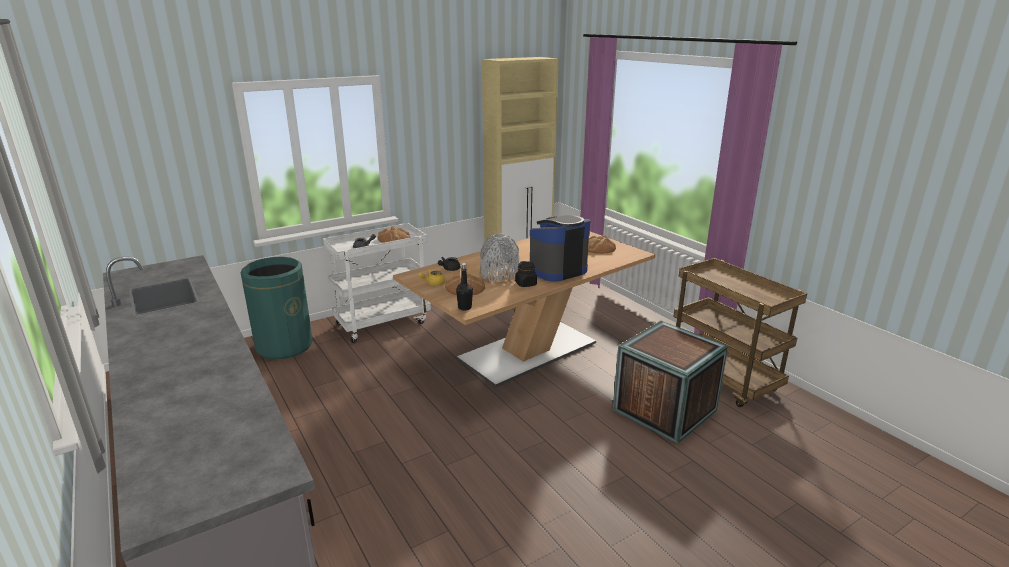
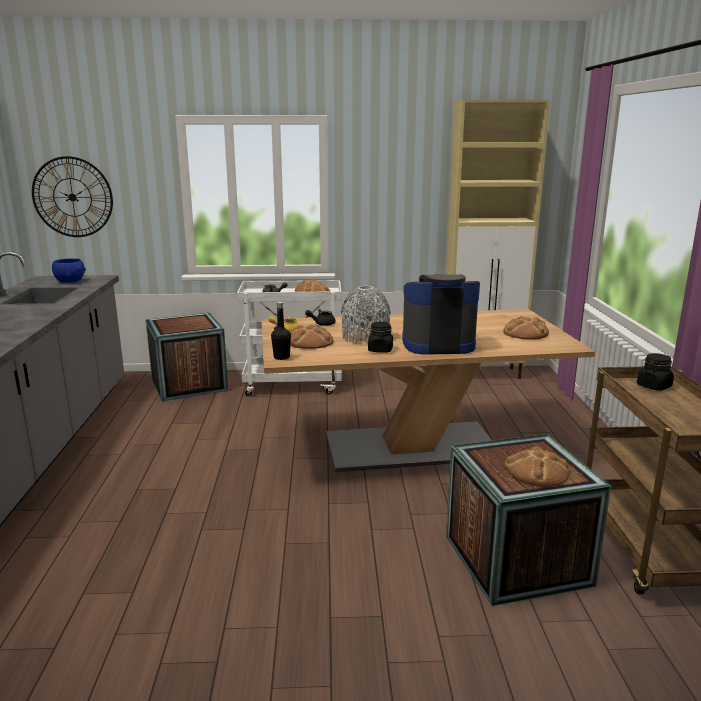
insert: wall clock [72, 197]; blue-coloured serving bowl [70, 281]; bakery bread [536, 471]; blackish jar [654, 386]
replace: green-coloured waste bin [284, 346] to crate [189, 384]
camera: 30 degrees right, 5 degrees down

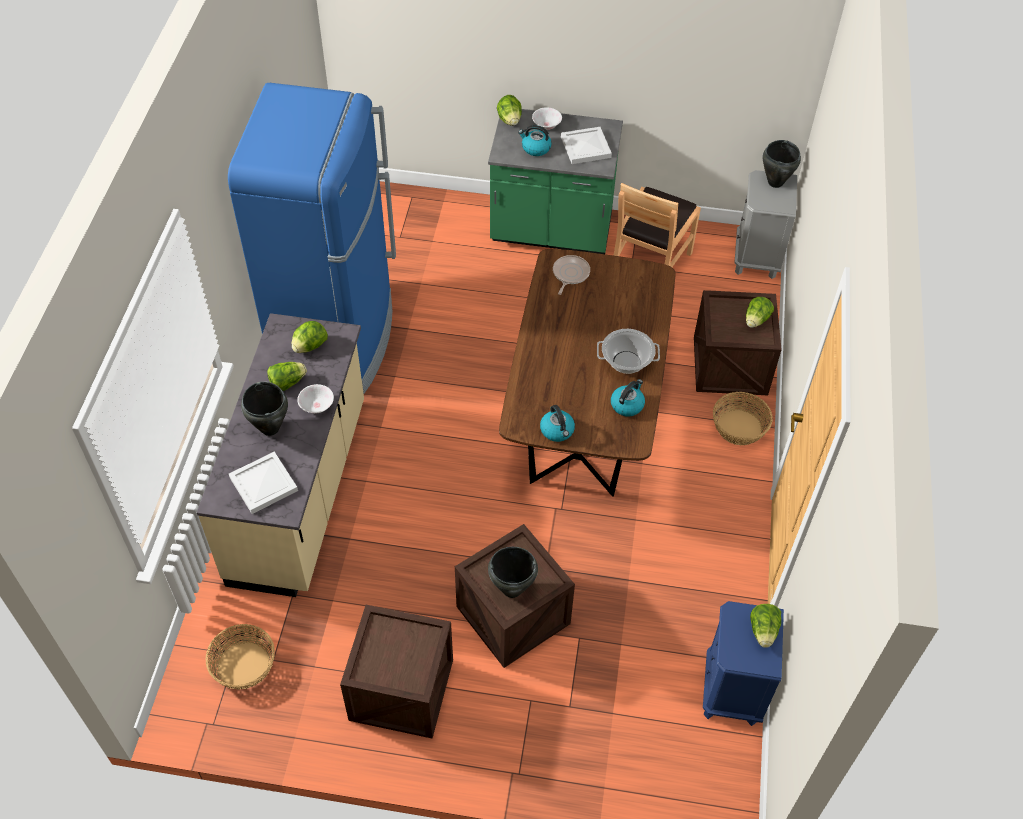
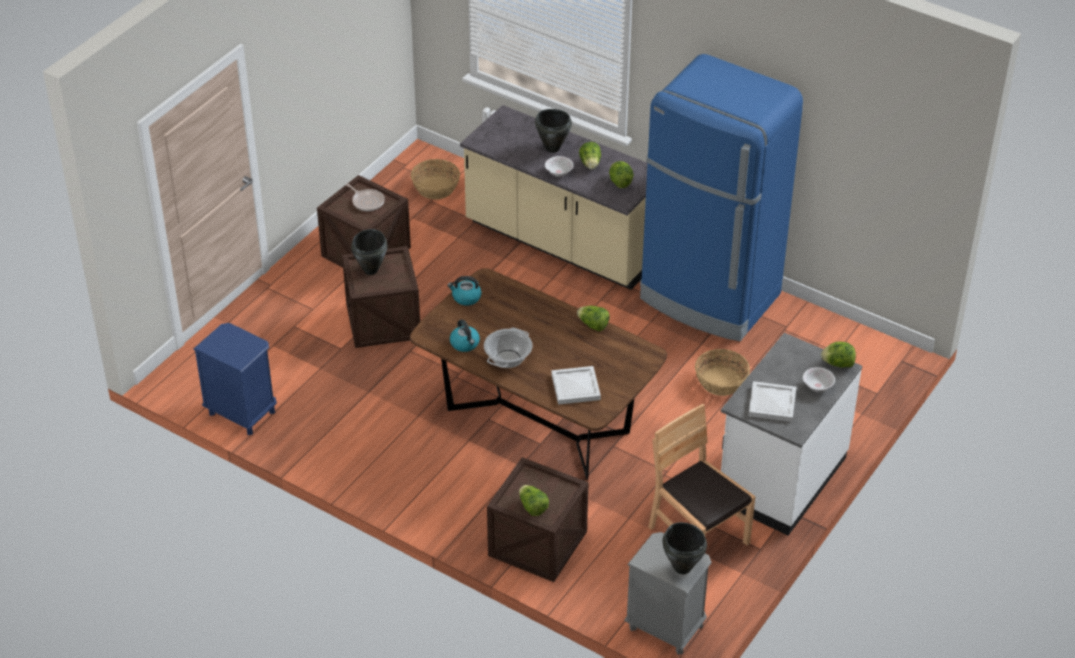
delete: water kettle [535, 148]
move: whitish tray [263, 485] to [575, 386]; frying pan [570, 274] to [367, 201]; basket [739, 427] to [721, 382]; lettuce head [763, 631] to [593, 325]
recolor: green-coloured counter [551, 231] to whitish counter [780, 479]
camera: 115 degrees right, 10 degrees down

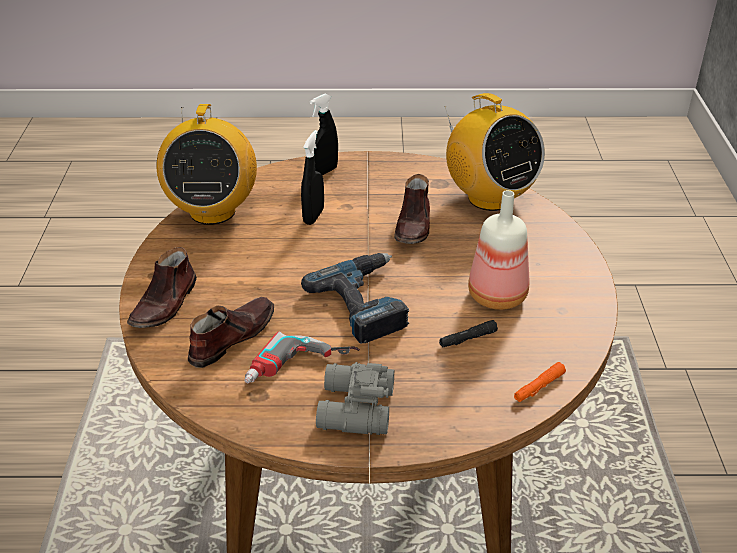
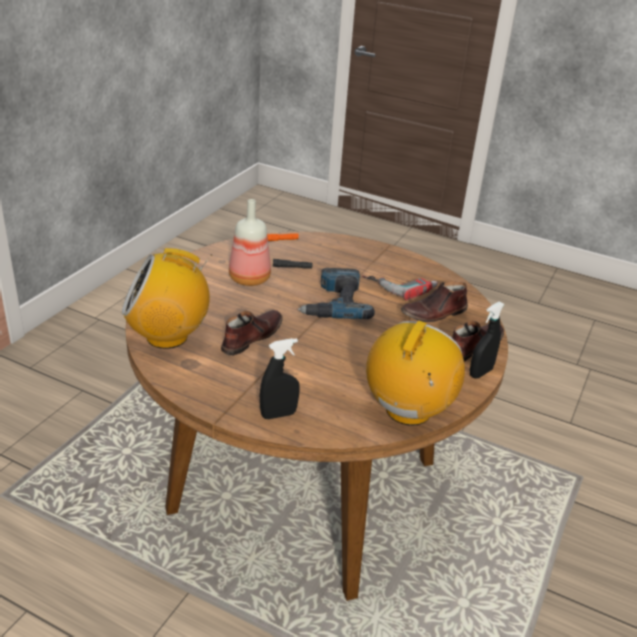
delete: gray pair of binoculars [353, 409]
move: blackish hand sprayer [313, 216] to [480, 373]
rotate: radio set [489, 198] = [168, 336] 90 degrees counterclockwise
camera: 155 degrees left, 5 degrees down

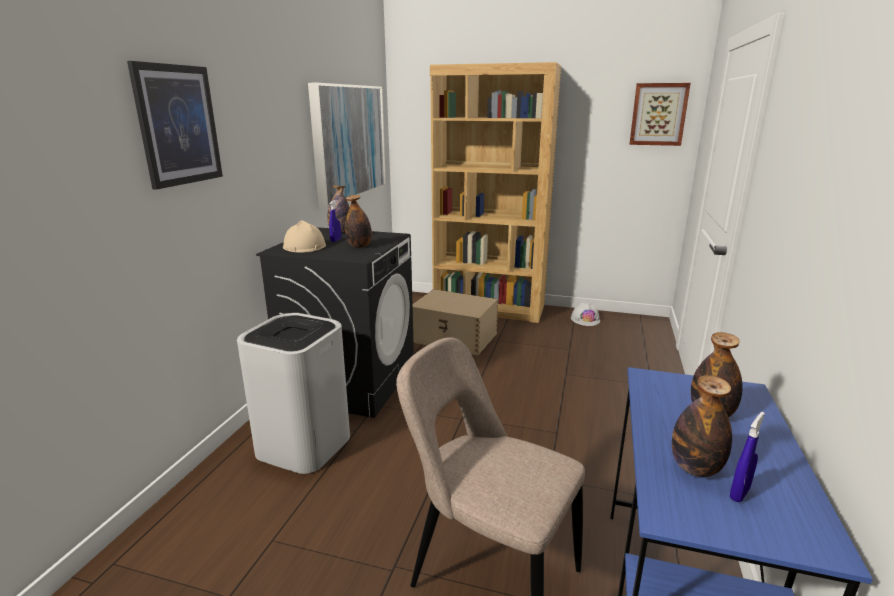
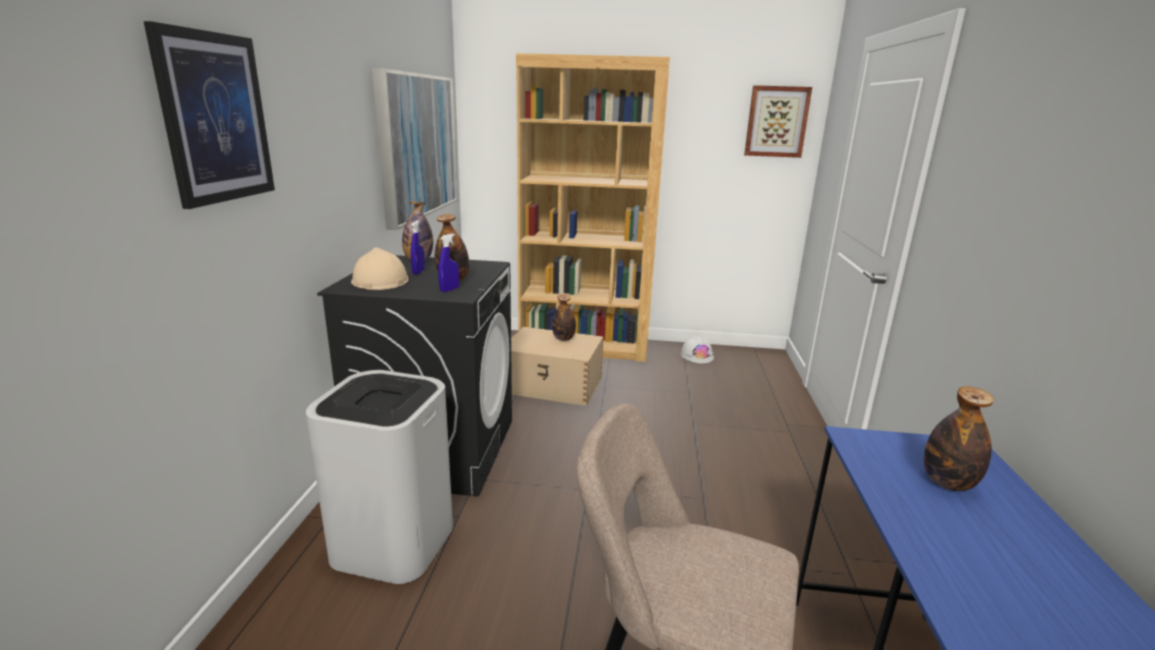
move: beverage bottle [695, 468] to [563, 339]; blue-coloured hand sprayer [739, 493] to [449, 290]
camera: 10 degrees left, 0 degrees up

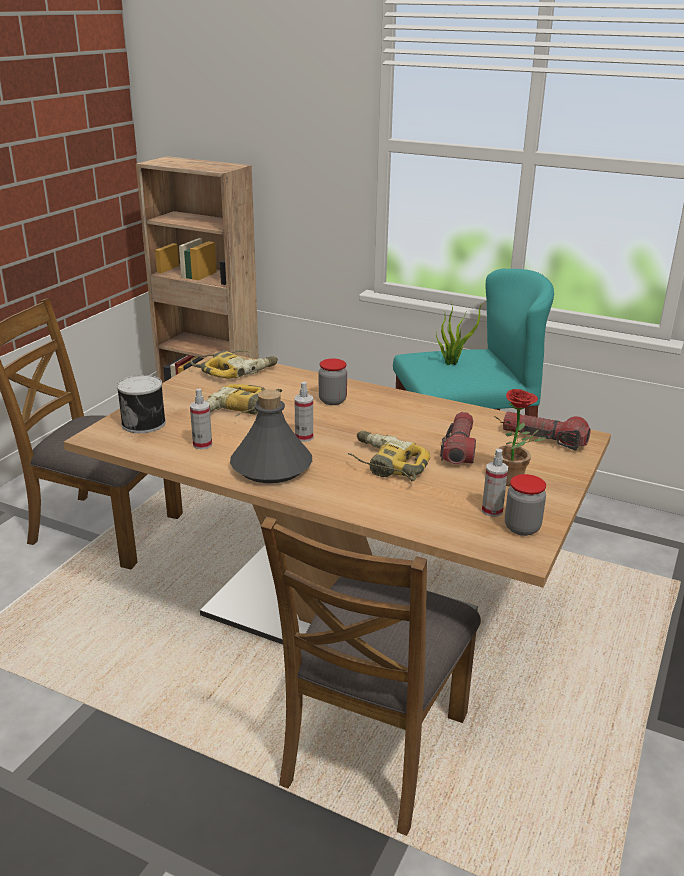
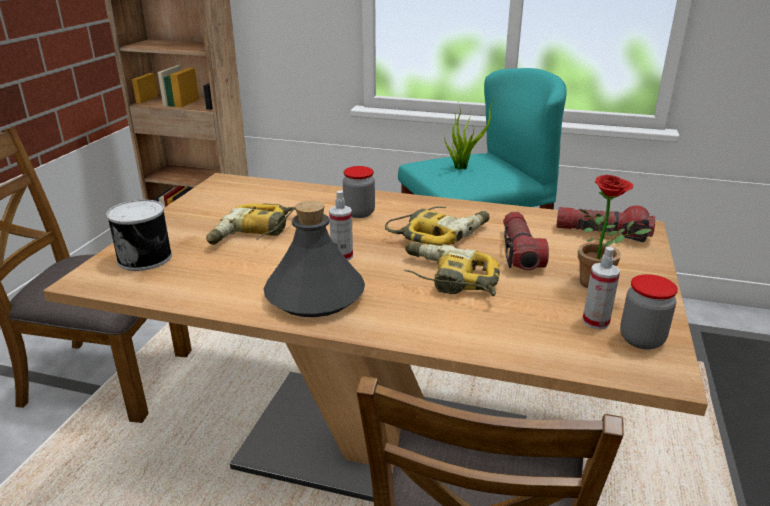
delete: hand sprayer [202, 445]
move: electric drill [235, 370] to [440, 233]
camera: 10 degrees left, 0 degrees up

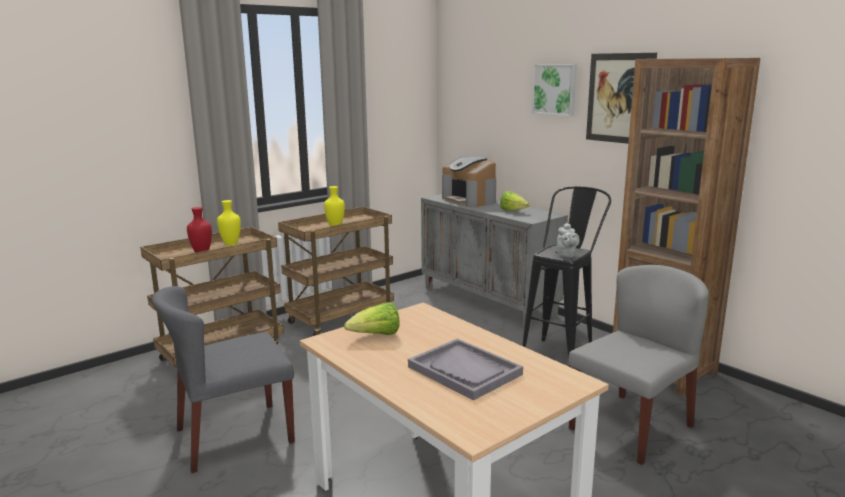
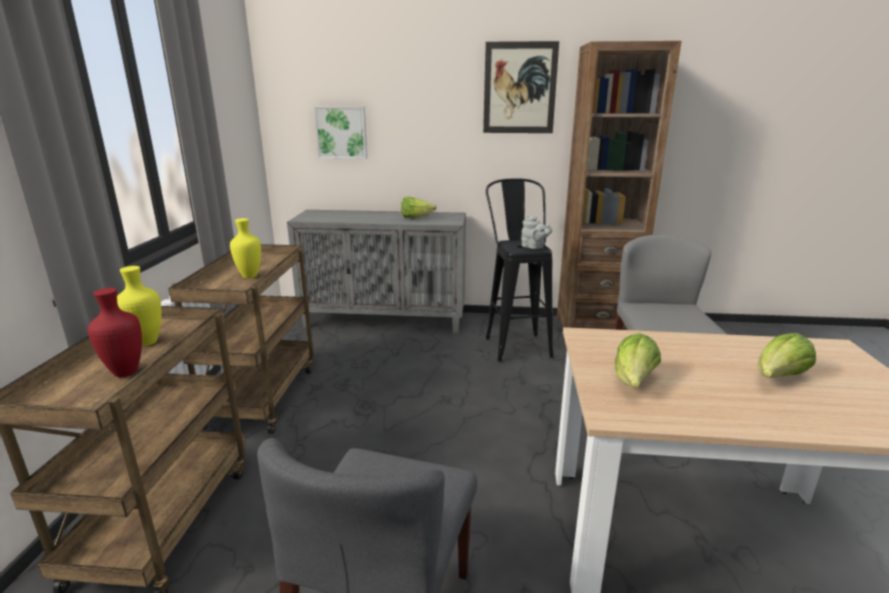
delete: coffee machine [470, 200]
move: picture [555, 89] to [341, 132]
replace: gray tray [465, 371] to lettuce head [778, 378]
camera: 45 degrees left, 5 degrees up

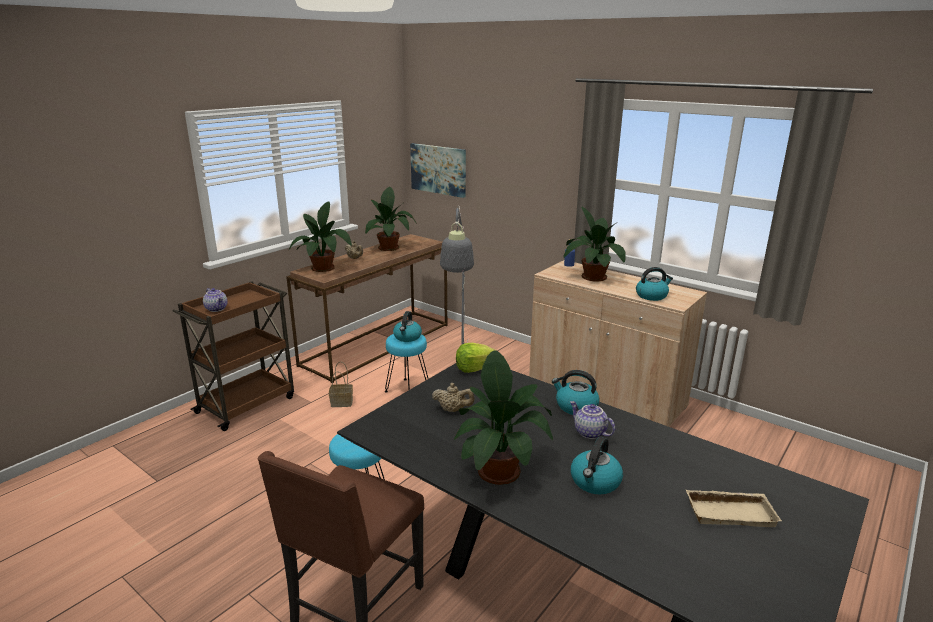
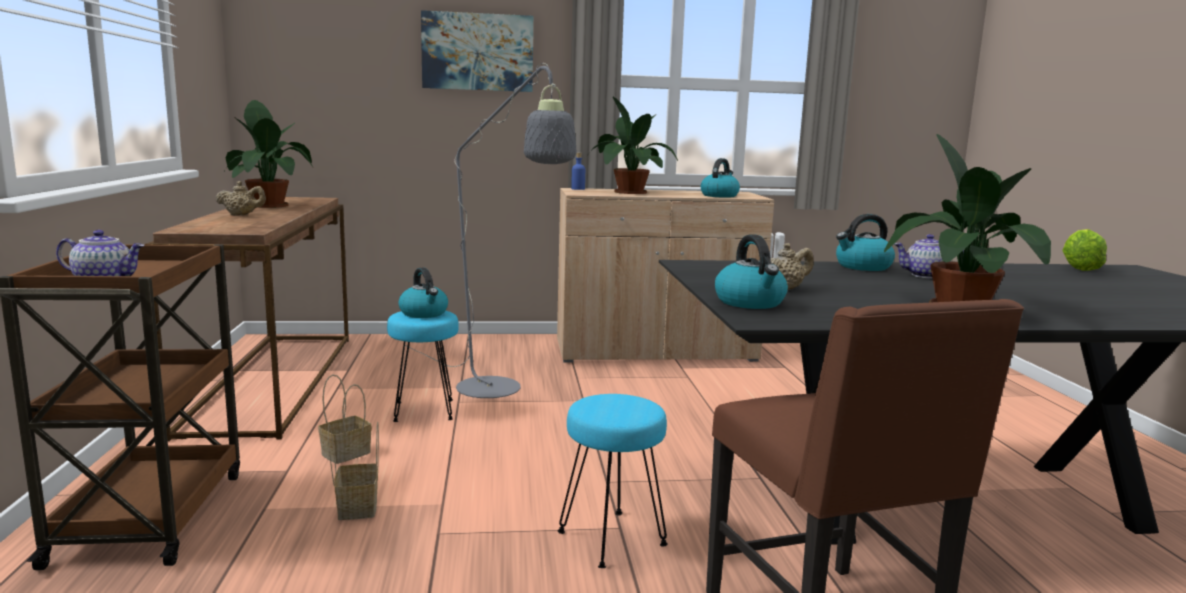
delete: potted plant [325, 267]; beige-coloured tray [730, 512]
insert: basket [356, 506]
move: picture [438, 169] to [477, 52]; lettuce head [474, 369] to [1079, 268]; water kettle [595, 482] to [750, 302]
camera: 45 degrees left, 10 degrees down

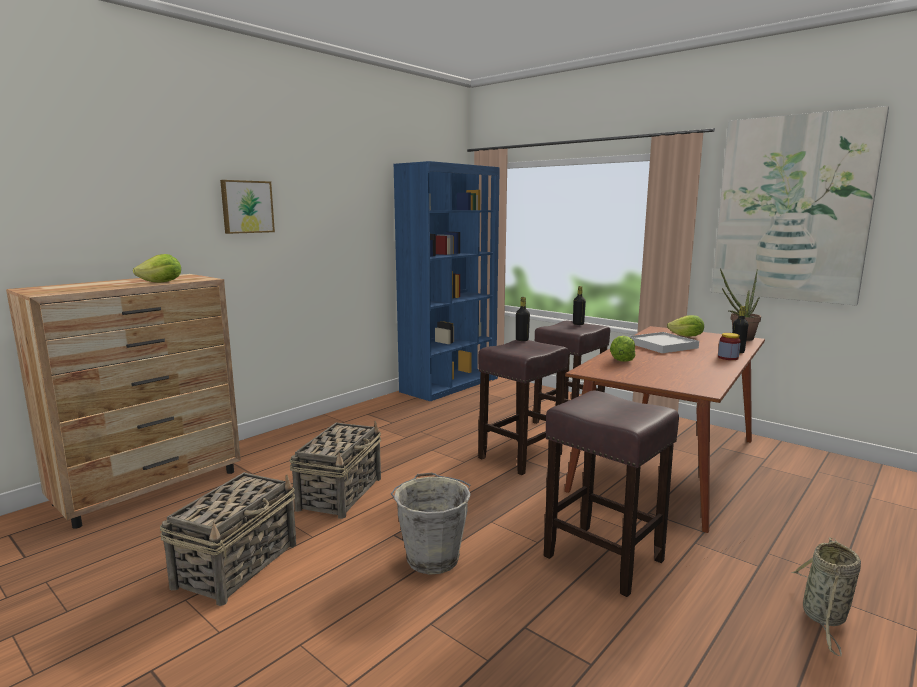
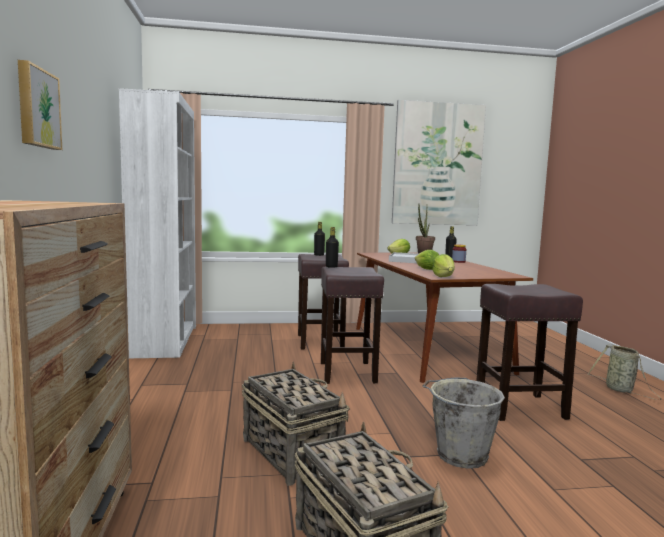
move: lettuce head [162, 282] to [443, 277]
recolor: blue-coloured shelving unit [450, 385] to whitish shelving unit [165, 340]
camera: 50 degrees left, 5 degrees down

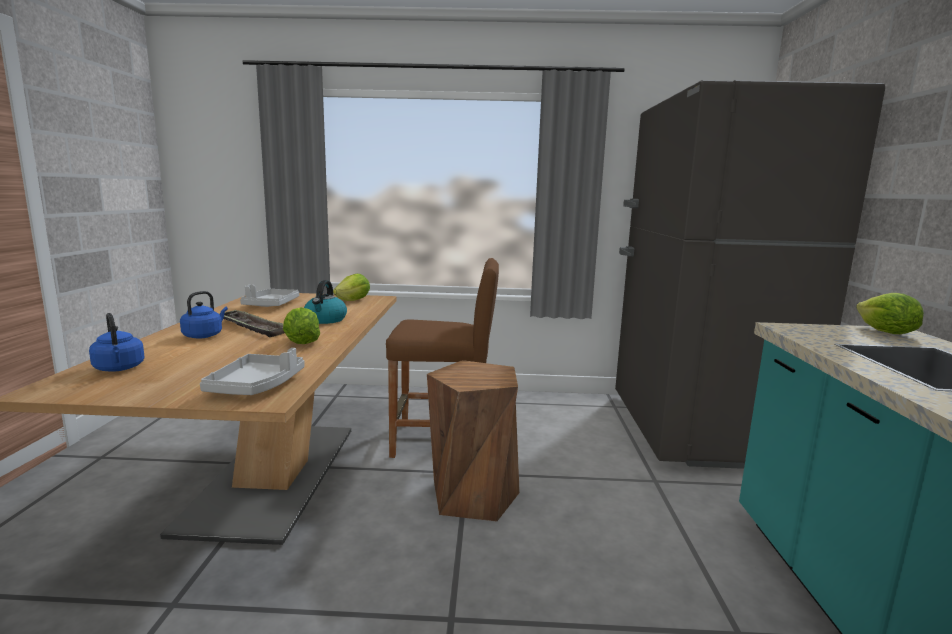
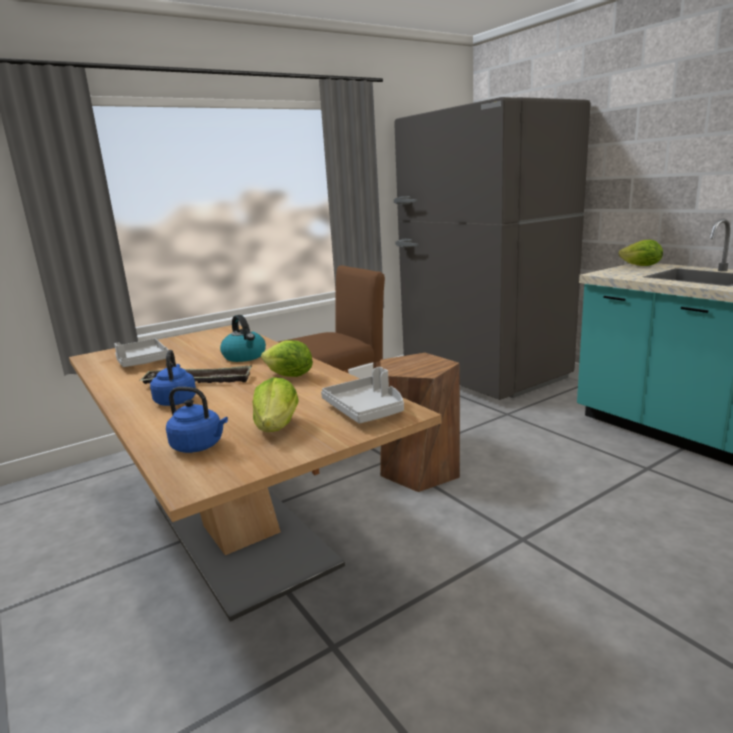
move: lettuce head [353, 301] to [277, 427]
camera: 35 degrees left, 5 degrees up

